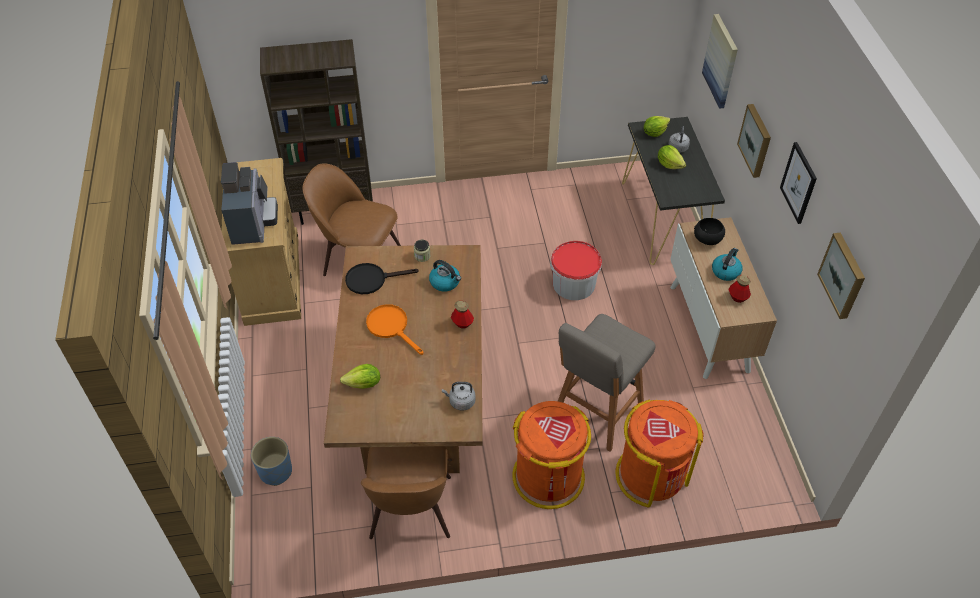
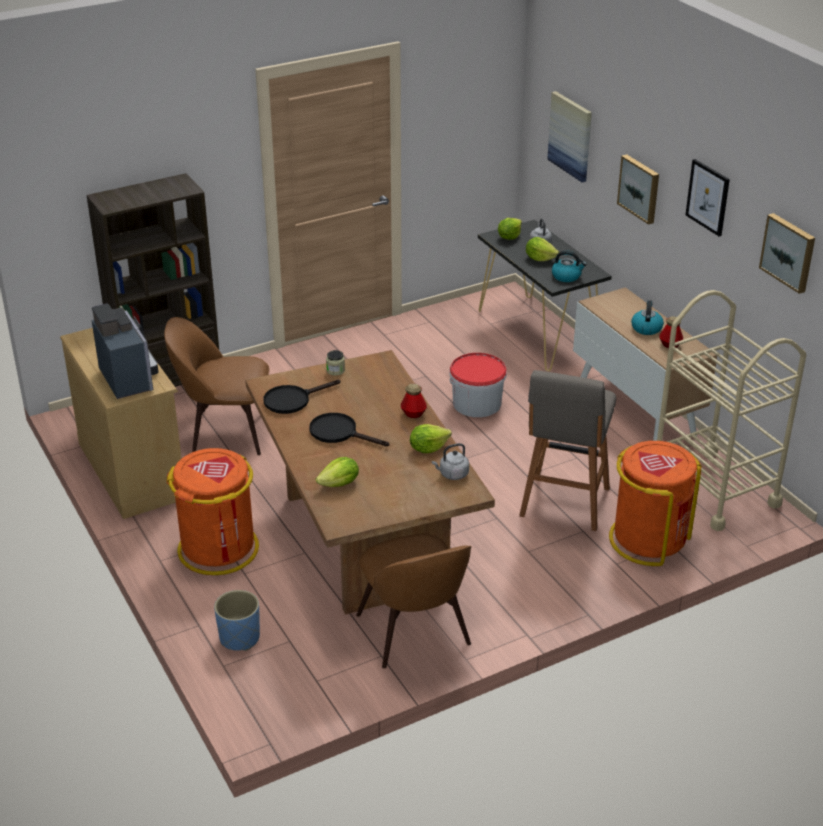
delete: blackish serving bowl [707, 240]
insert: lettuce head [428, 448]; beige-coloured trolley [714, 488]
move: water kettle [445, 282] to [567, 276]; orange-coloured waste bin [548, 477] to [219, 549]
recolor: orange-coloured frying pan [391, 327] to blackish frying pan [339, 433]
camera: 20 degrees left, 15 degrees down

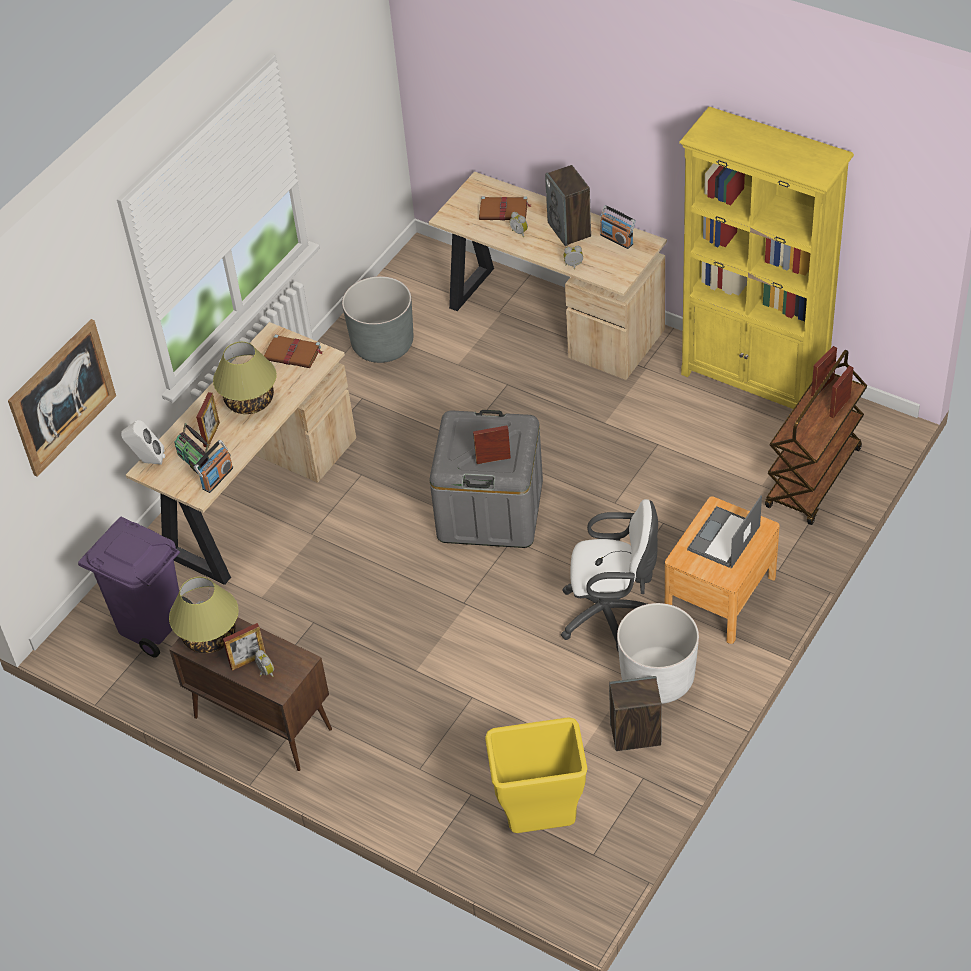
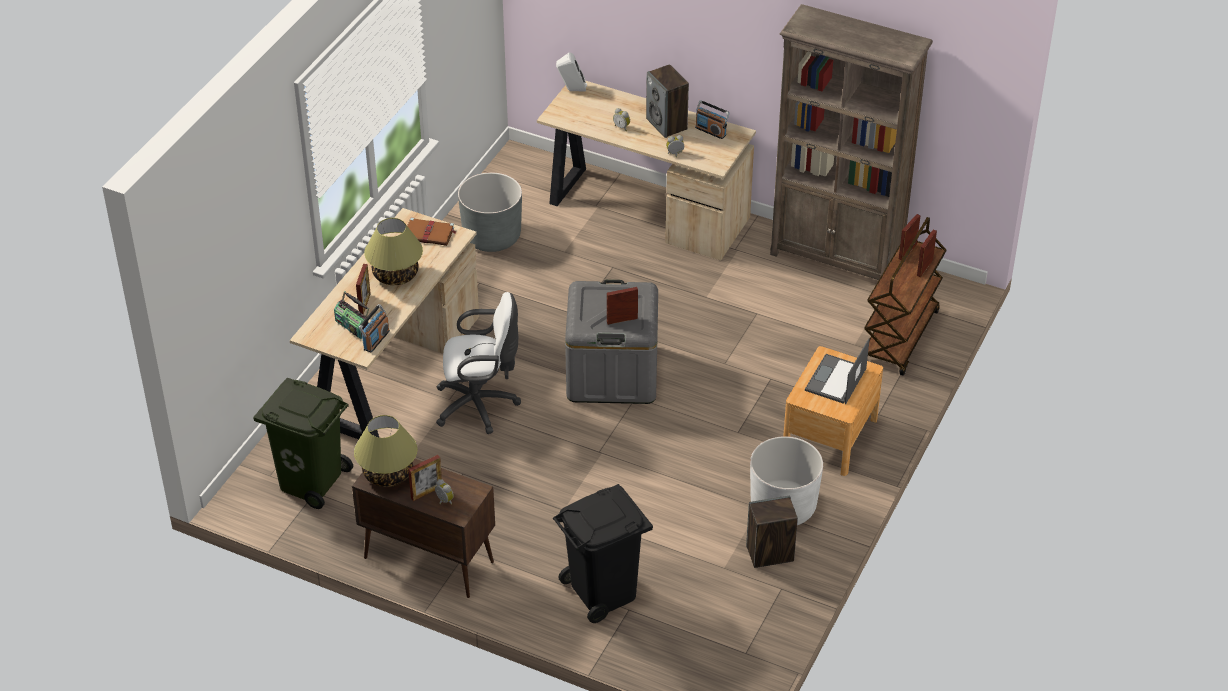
delete: picture [62, 397]; brown bound book [504, 210]; yellowish waste bin [540, 824]
insert: blackish waste bin [604, 592]
move: whitish loudspeaker [147, 461] to [571, 90]; whitish office chair [611, 615] to [480, 405]
recolor: purple waste bin [152, 623] to green-coloured waste bin [311, 480]; yellowish shelving unit [754, 381] to brown shelving unit [837, 258]
camera: 10 degrees left, 5 degrees down

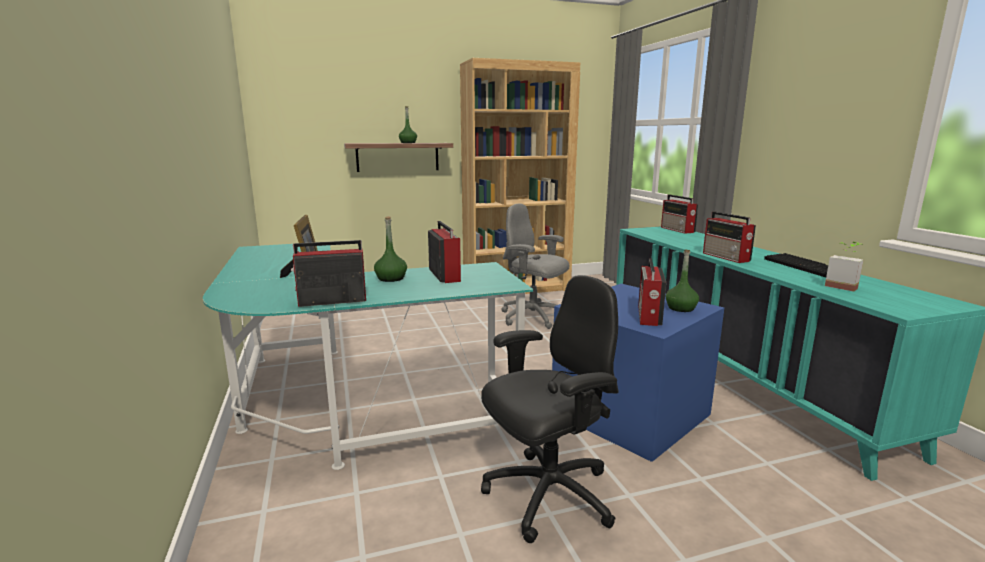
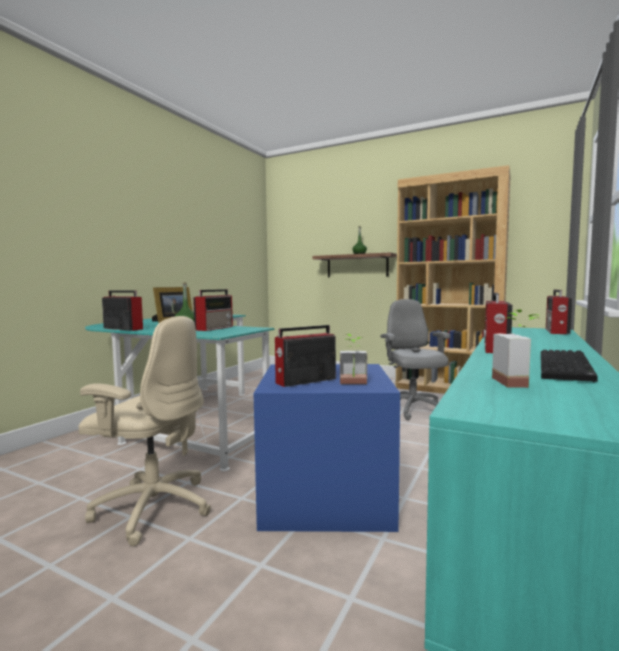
replace: green-coloured beverage bottle [680, 308] to potted plant [353, 384]
recolor: blackish office chair [547, 495] to beige-coloured office chair [152, 507]
camera: 45 degrees right, 10 degrees down

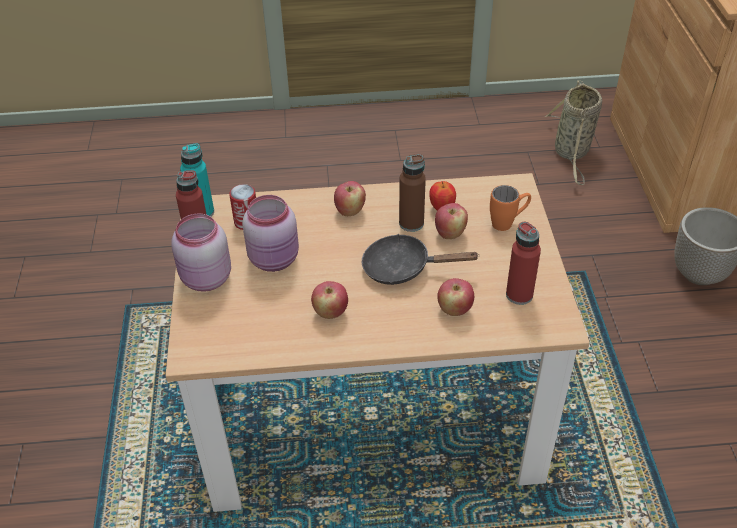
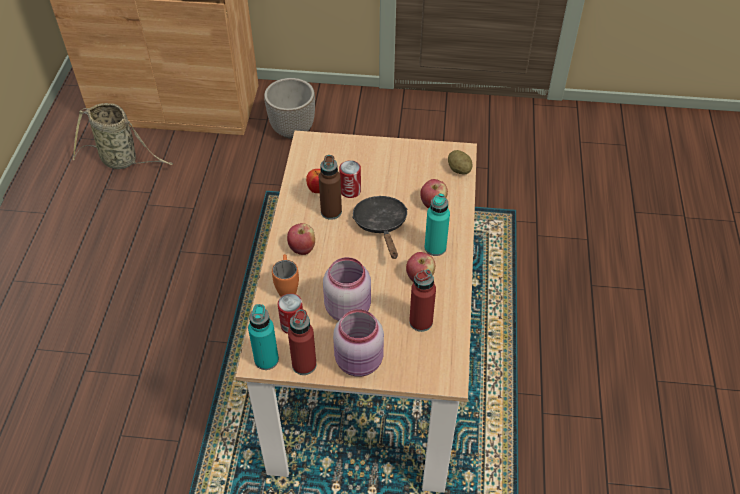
insert: blue-green beverage bottle [435, 247]; potato [459, 169]
move: orange-coloured tea mug [508, 223] to [287, 287]; reddish beverage bottle [519, 295] to [421, 322]
replace: apple fruit [450, 233] to metal can [350, 191]
rotate: blackish frying pan [403, 268] = [381, 225] 150 degrees clockwise
camera: 80 degrees left, 5 degrees up

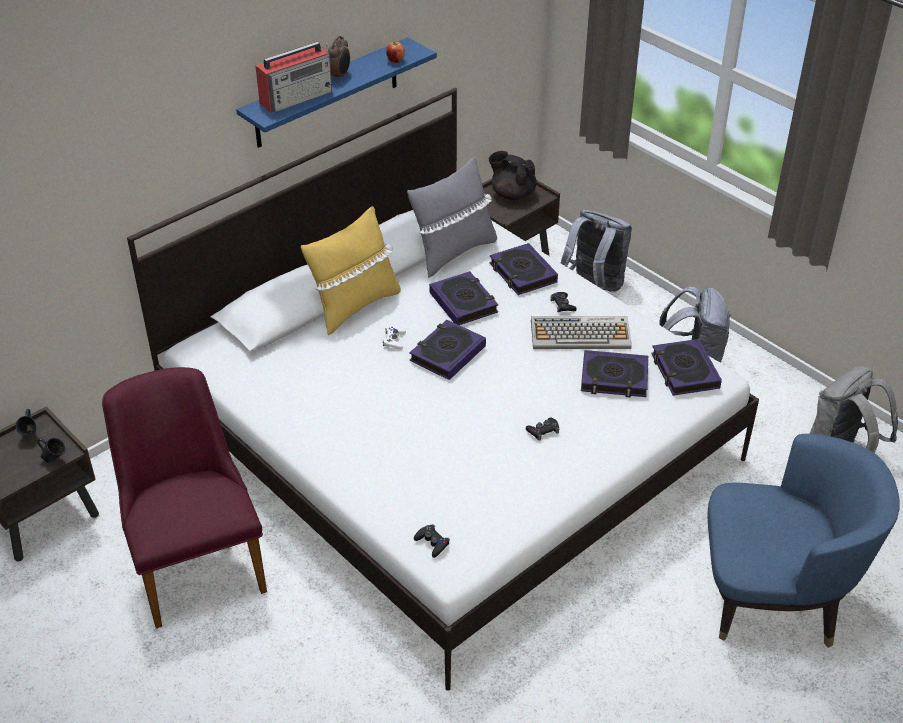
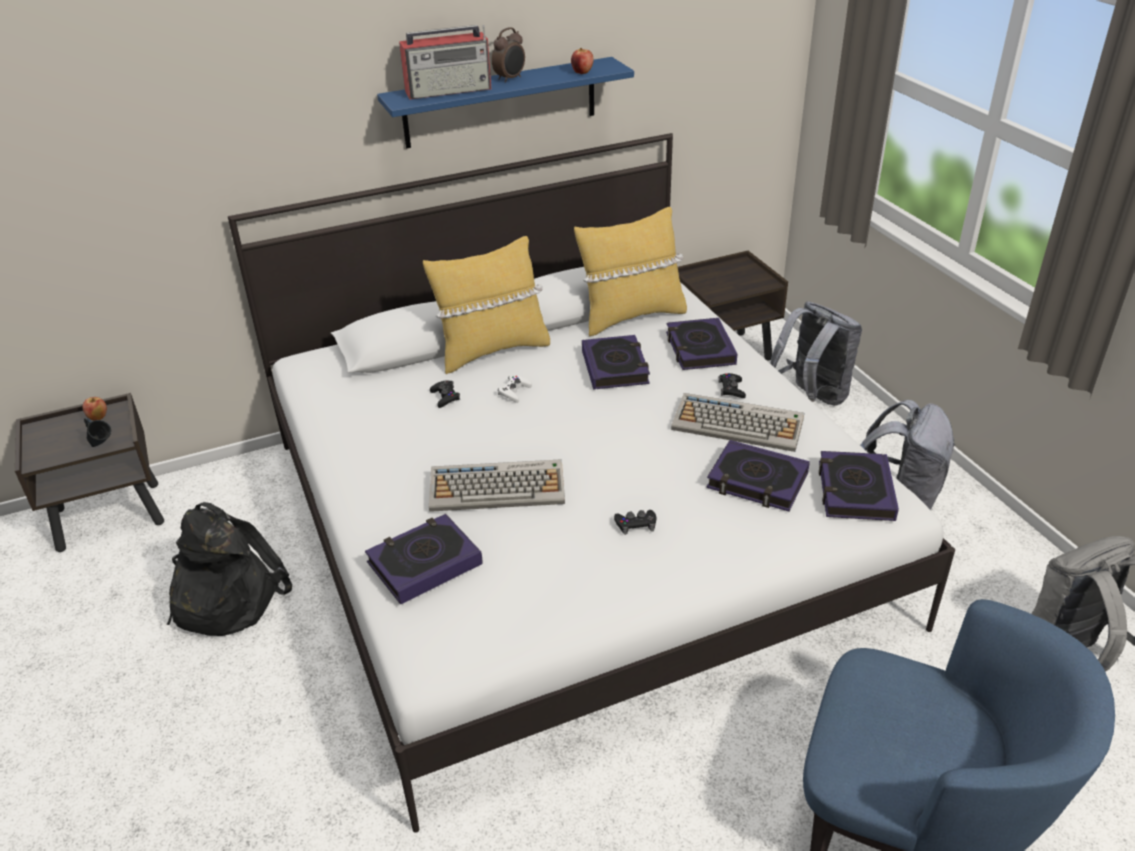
delete: blackish tea pot [512, 194]
insert: keyboard [498, 487]
move: bound book [447, 353] to [424, 563]; blackish game controller [432, 543] to [445, 397]
replace: blue-coloured tea mug [30, 435] to apple fruit [98, 418]; purple plain chair [196, 563] to blackish backpack [225, 597]
recolor: gray pillow [453, 252] to yellowish pillow [631, 316]
camera: 20 degrees right, 5 degrees down

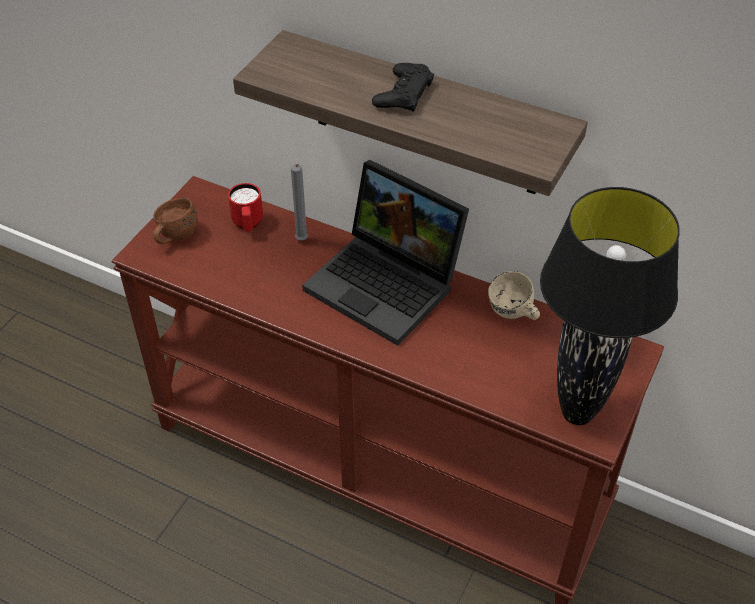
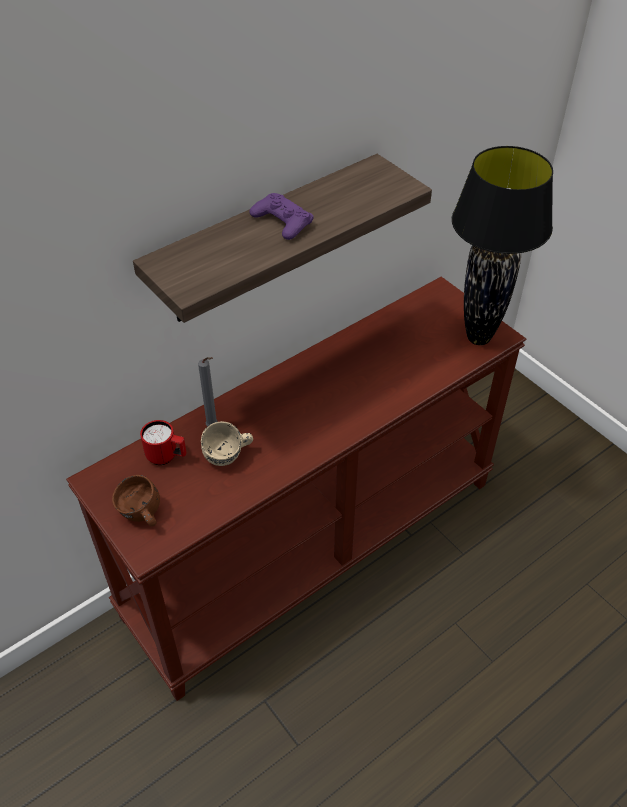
delete: laptop [388, 284]
move: beige-coloured tea mug [512, 314] to [229, 457]
recolor: blackish game controller [403, 93] to purple game controller [282, 221]
camera: 65 degrees left, 0 degrees up

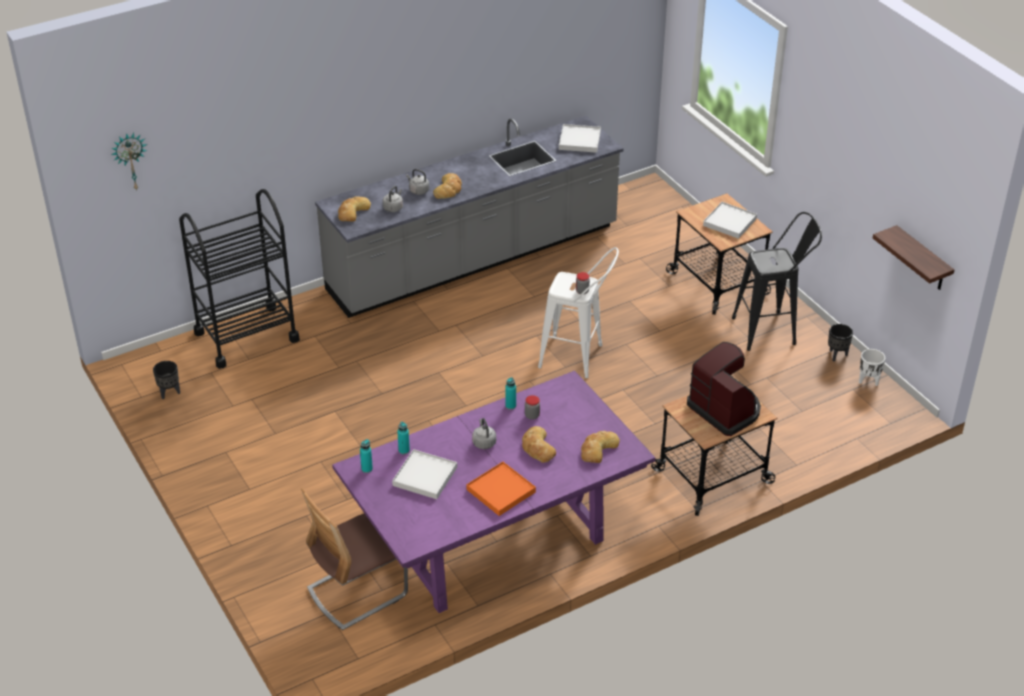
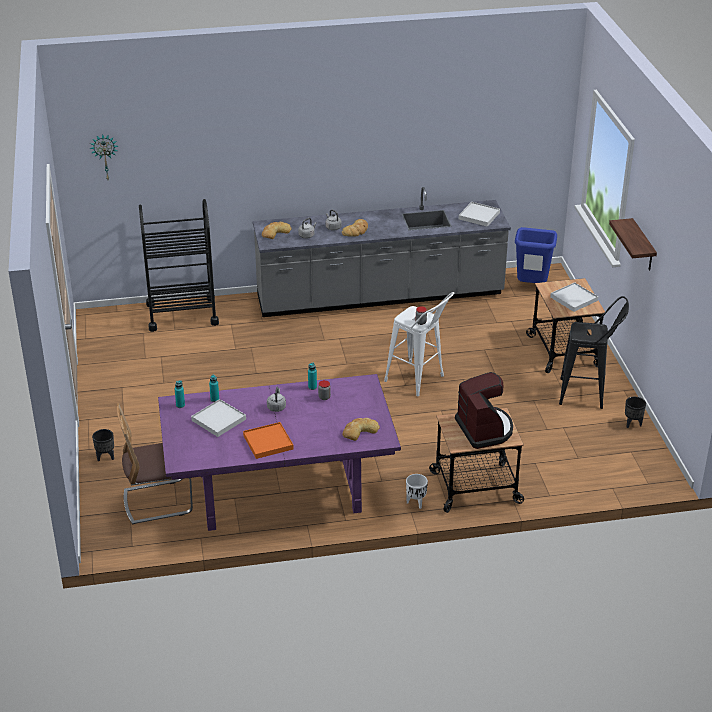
delete: bakery bread [537, 448]
insert: blue-coloured waste bin [531, 287]
move: blackish plant pot [169, 393] to [105, 457]; whitish plant pot [868, 380] to [416, 502]; bracket shelf [922, 260] to [643, 246]
camera: 20 degrees right, 5 degrees down

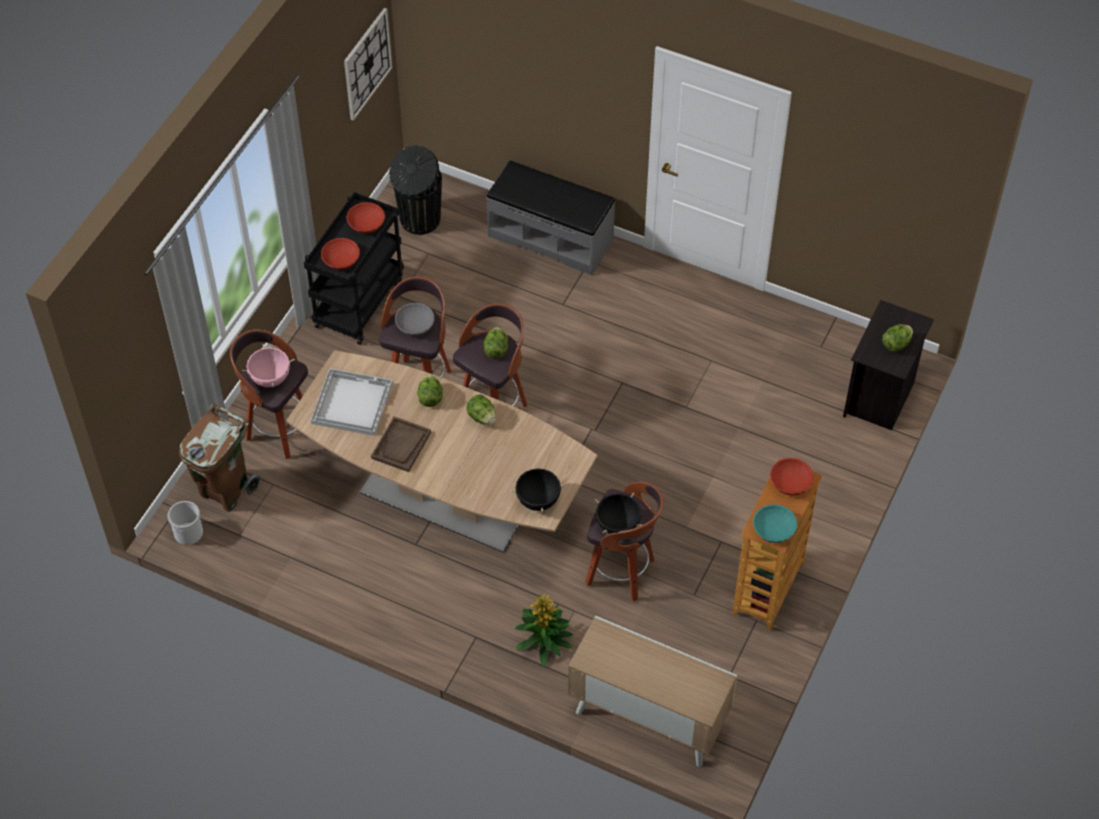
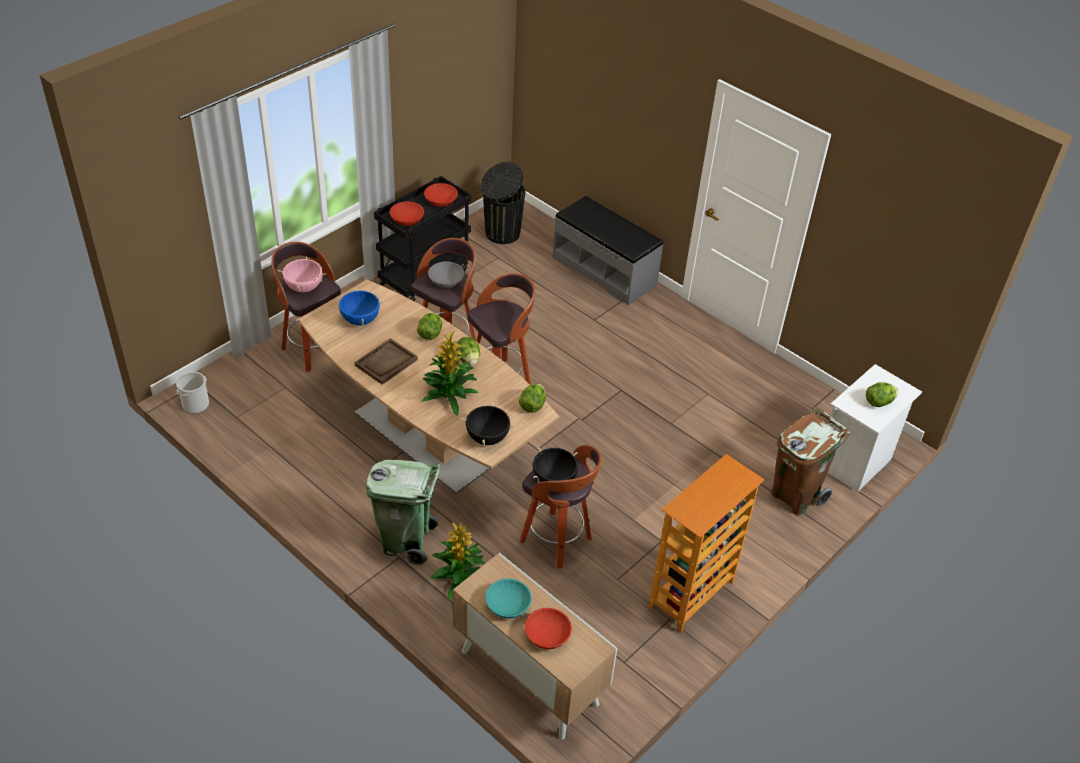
delete: wall clock [367, 63]
insert: green-coloured waste bin [406, 541]; potted plant [450, 395]
move: brown waste bin [225, 490] to [795, 496]; lettuce head [496, 350] to [532, 406]; blue-green serving bowl [774, 529] to [508, 604]; reddish serving bowl [790, 482] to [547, 634]
replace: whitish tray [351, 402] to blue-coloured cooking pot [360, 320]
recolor: blackish bedside table [880, 398] to whitish bedside table [854, 463]
camera: 15 degrees right, 10 degrees down

